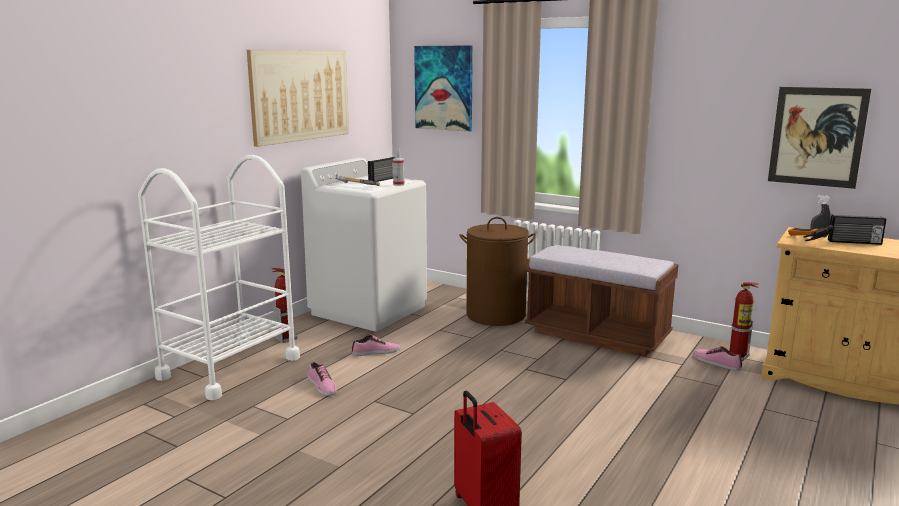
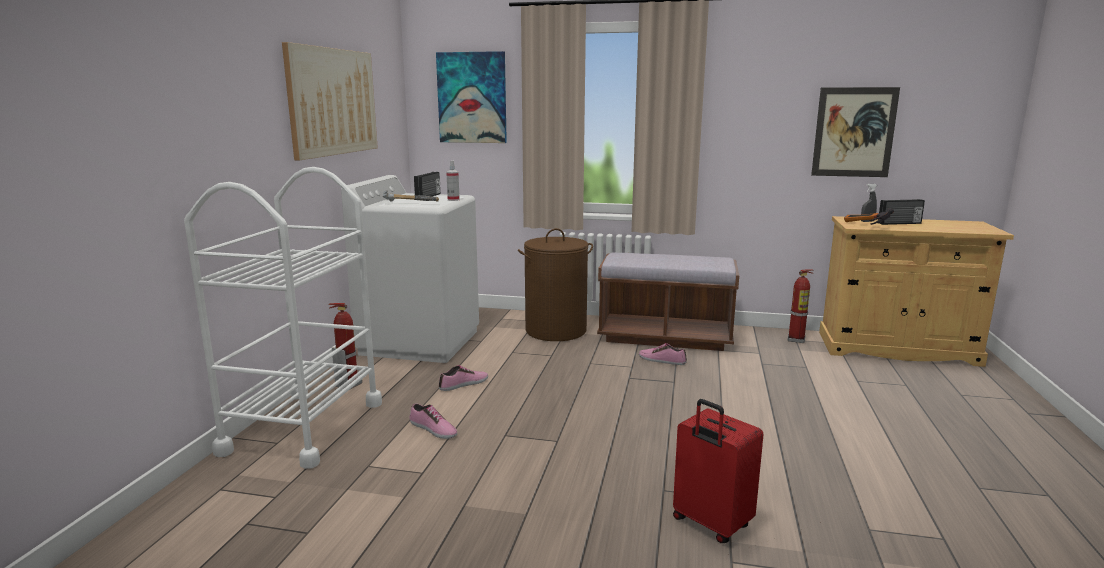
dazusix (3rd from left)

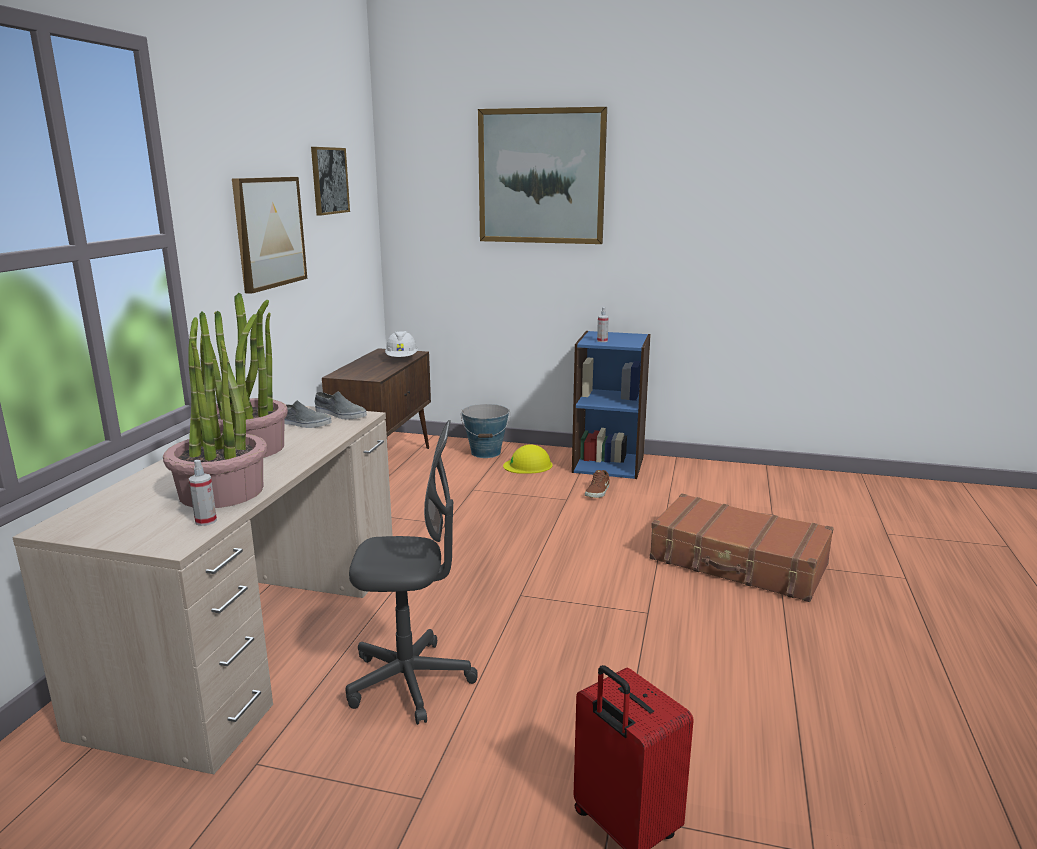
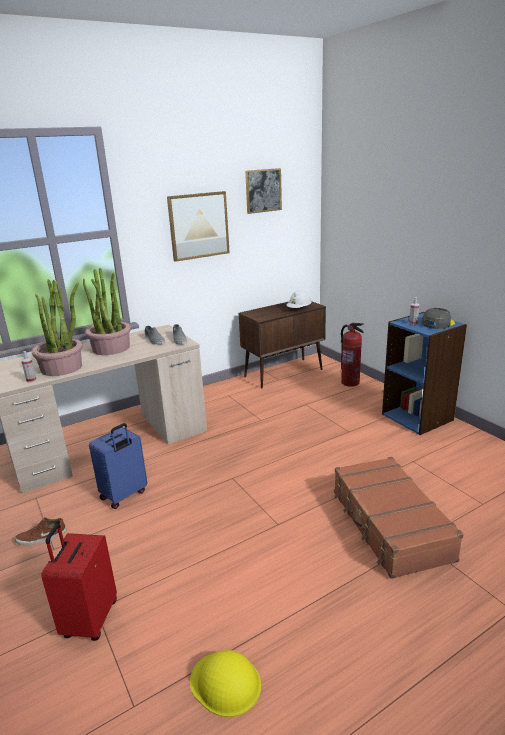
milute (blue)
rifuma
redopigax (3rd from left in the first image)
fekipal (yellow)
dazusix (brown)
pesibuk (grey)

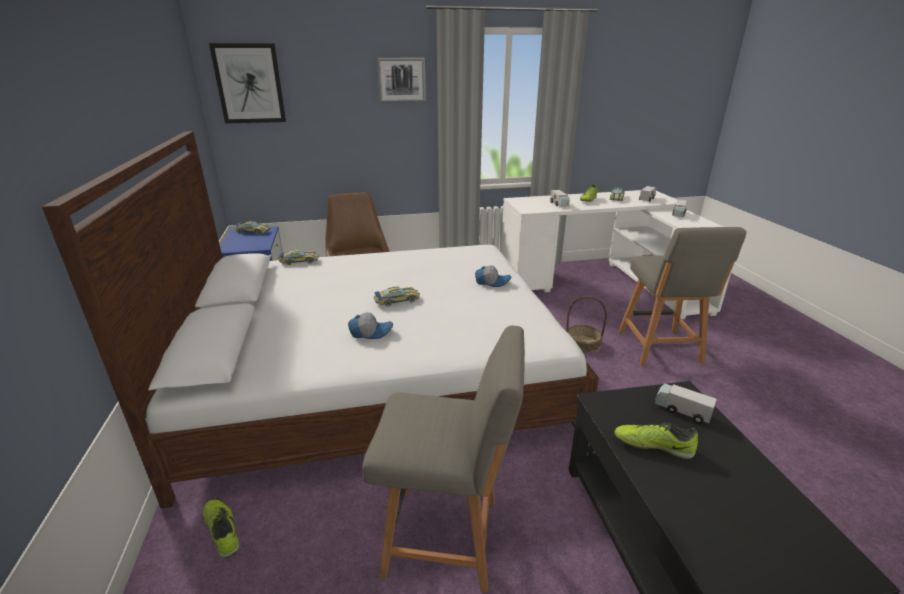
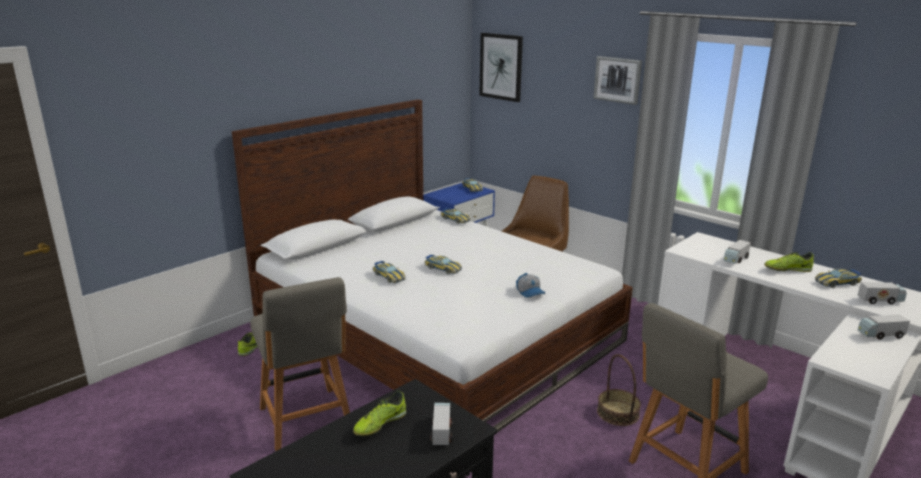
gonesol (1st from left)
dazusix (2nd from left)

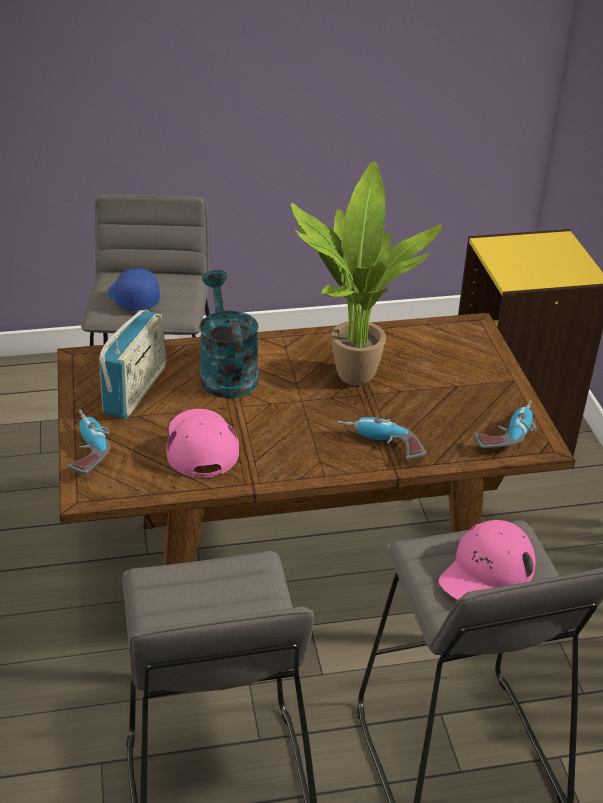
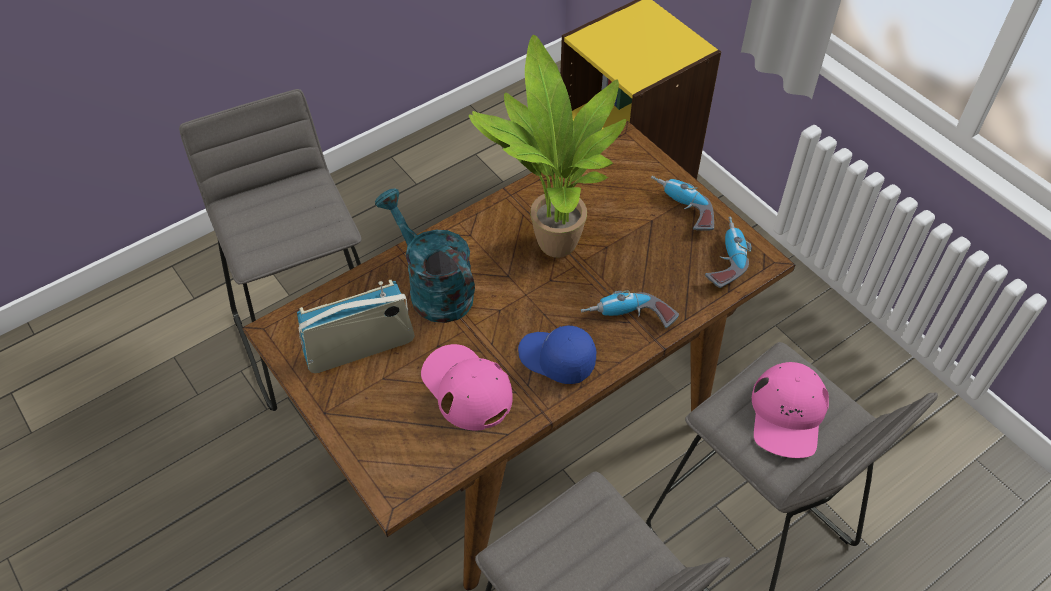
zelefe (2nd from left)
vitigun
pesibuk (blue)

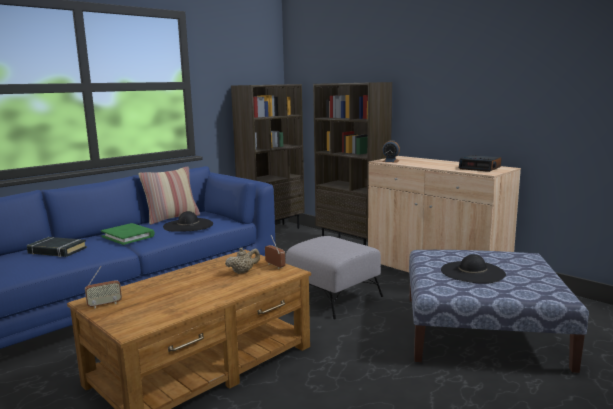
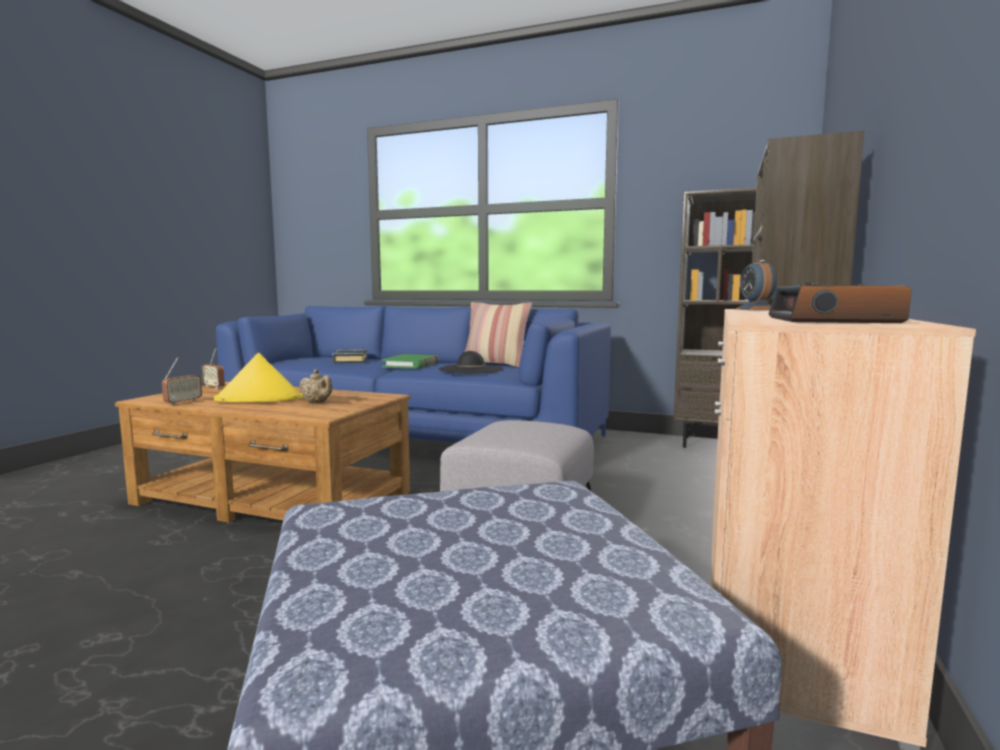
vitigun (1st from left)
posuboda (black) (2nd from left in the first image)
posuboda (yellow)

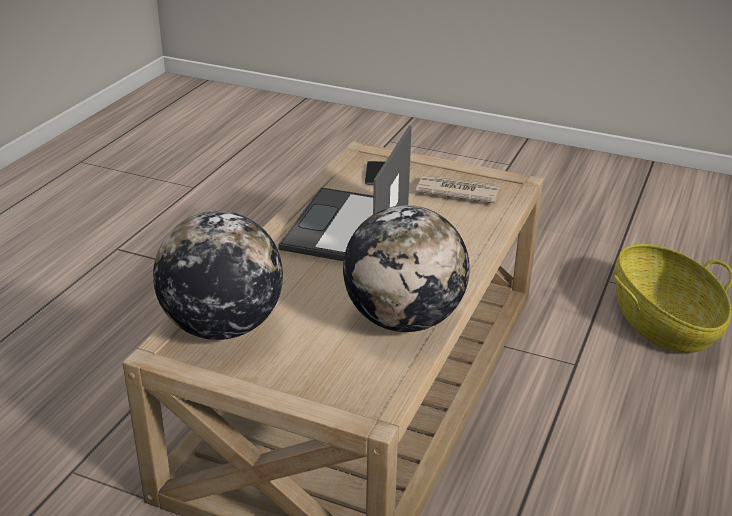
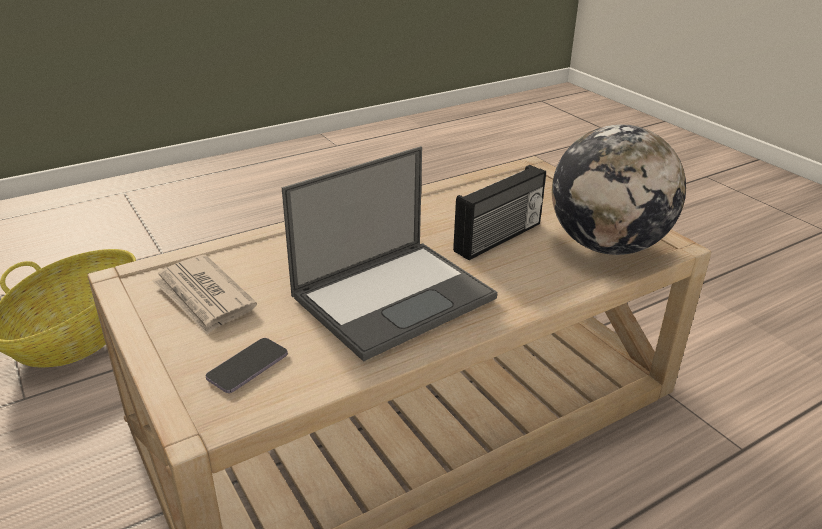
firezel (2nd from left in the first image)
vitigun

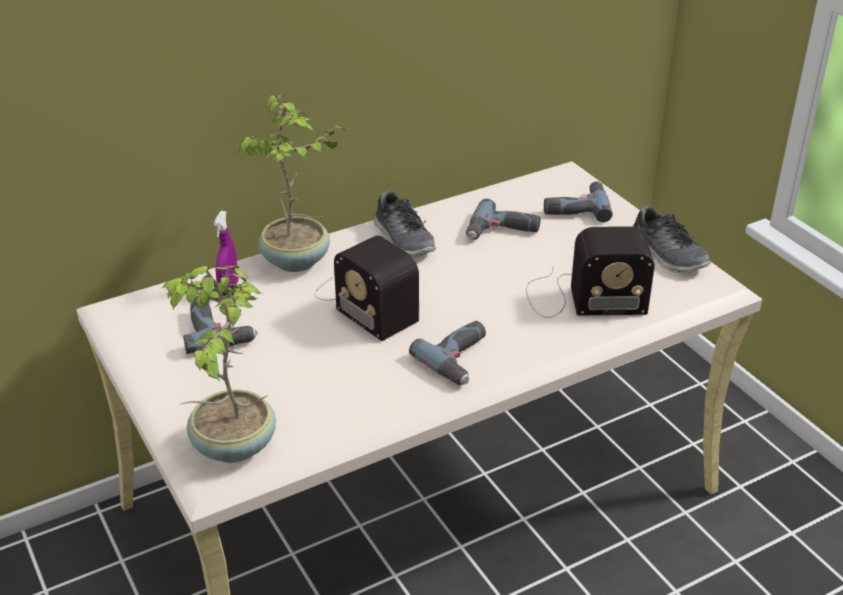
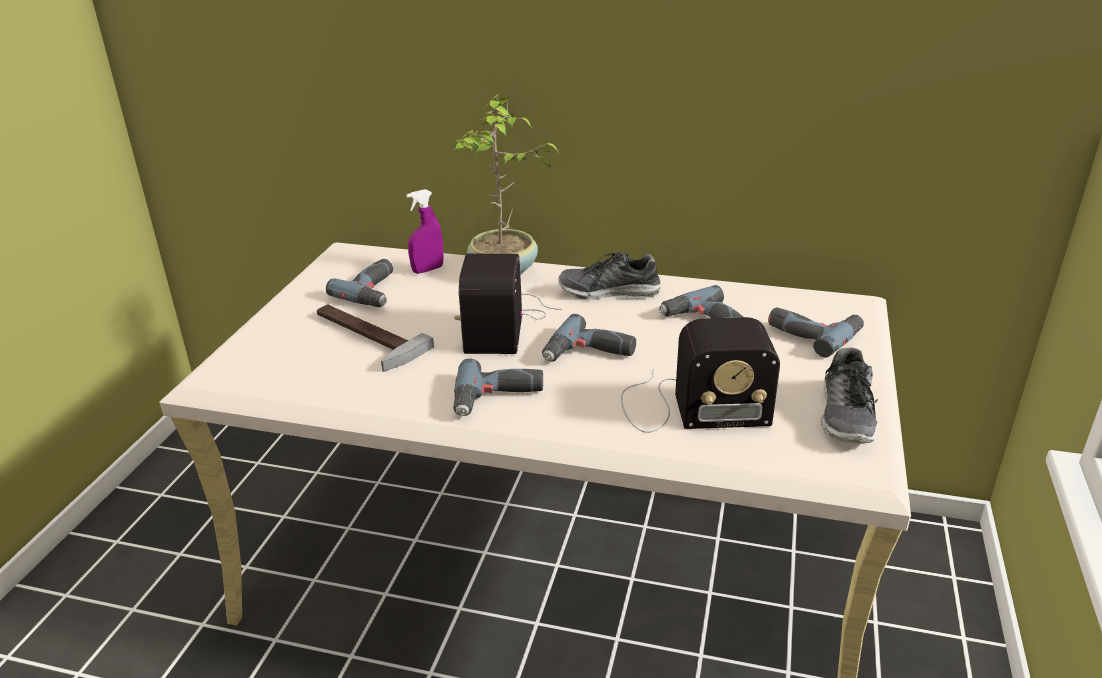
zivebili (1st from left in the first image)
dazusix (1st from left)
vitigun (2nd from left)
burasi
zelefe (3rd from left)

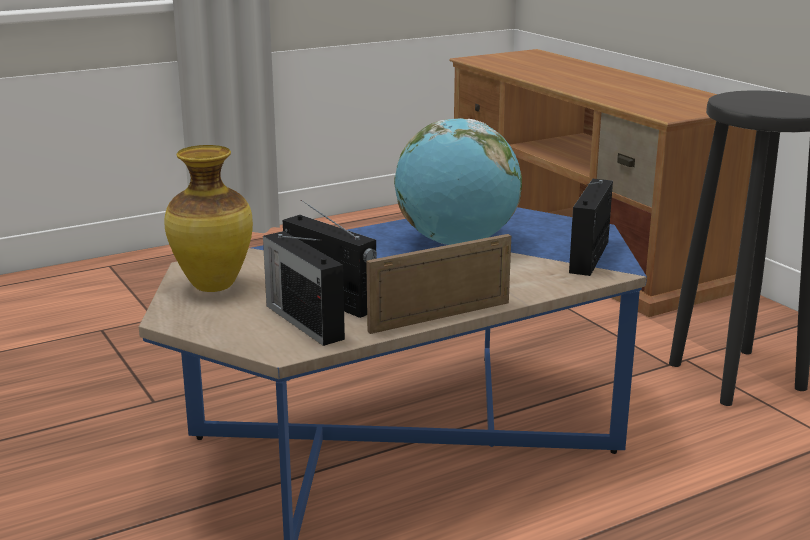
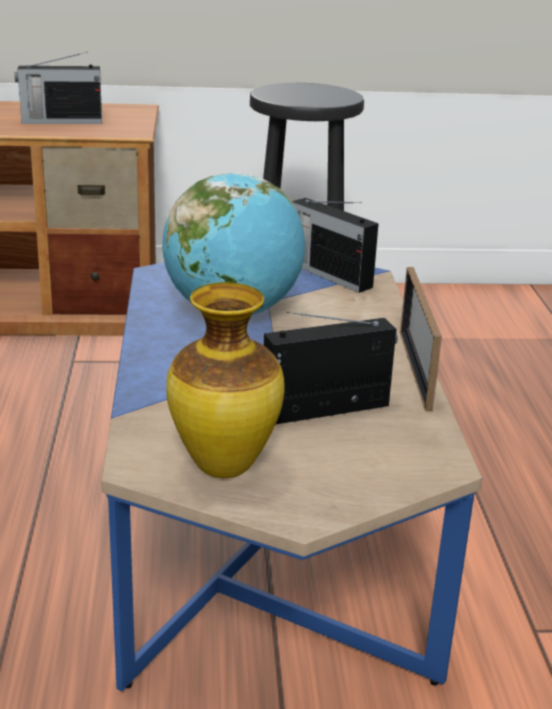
vitigun (1st from left)

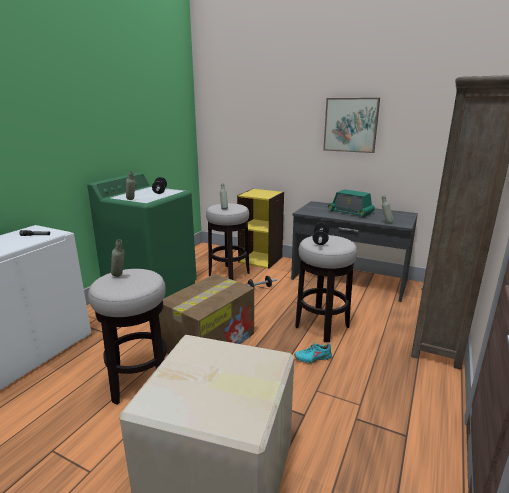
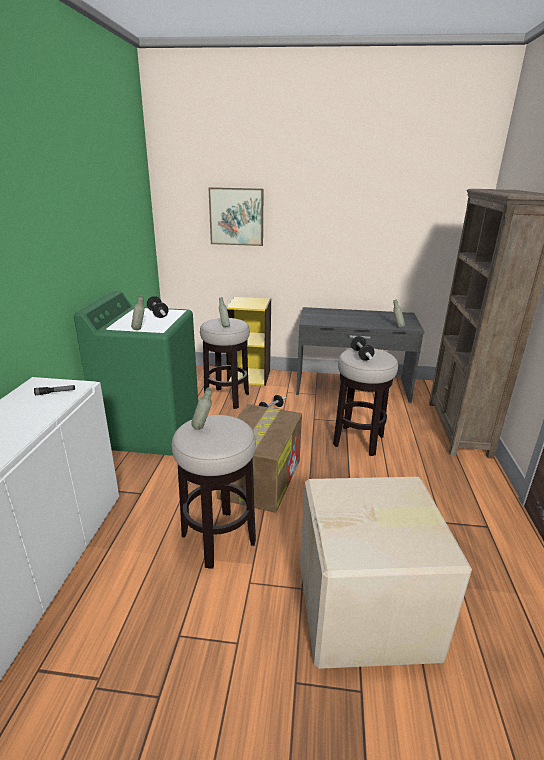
dazusix (turquoise)
redopigax
vitigun

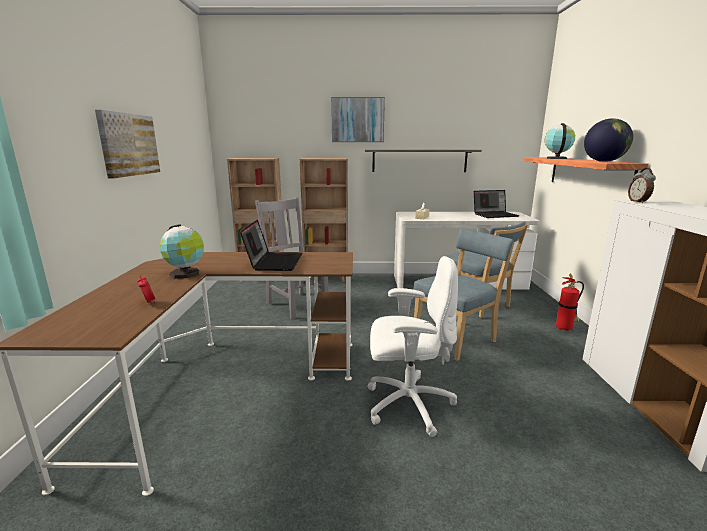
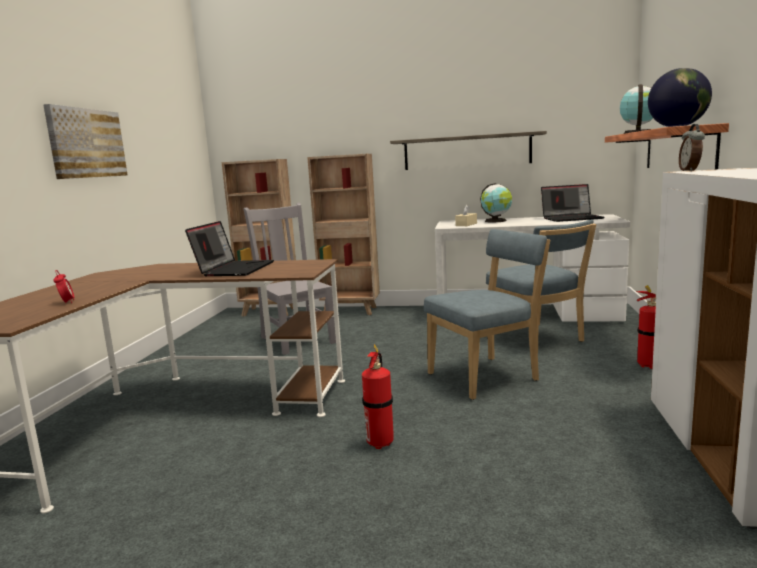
firezel (1st from left)
redopigax (2nd from left in the first image)
rifuma (1st from left)

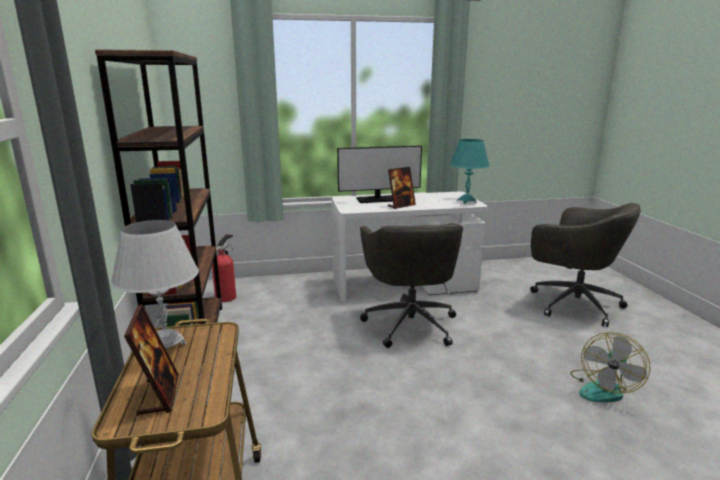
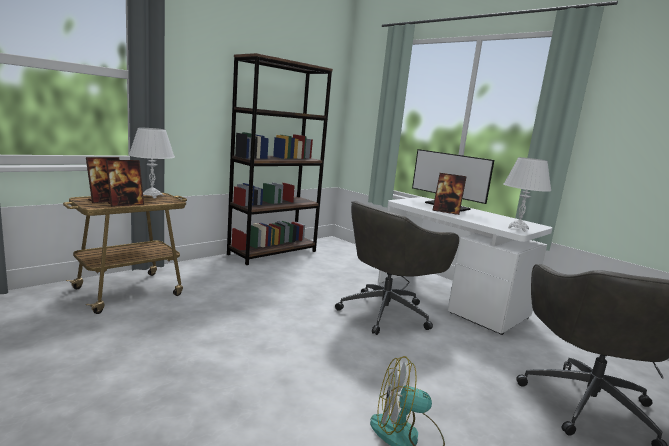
rifuma
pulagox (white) (2nd from left)
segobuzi (2nd from left)

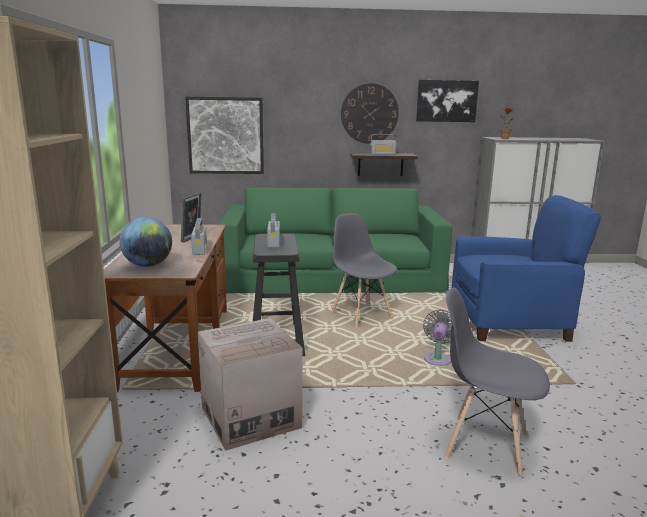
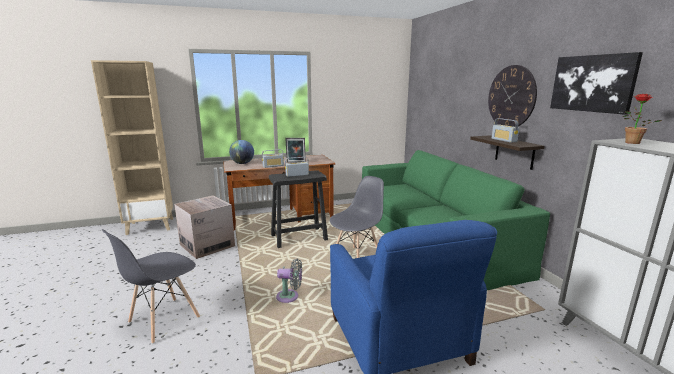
redopigax (1st from left in the first image)
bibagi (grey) (1st from left)

